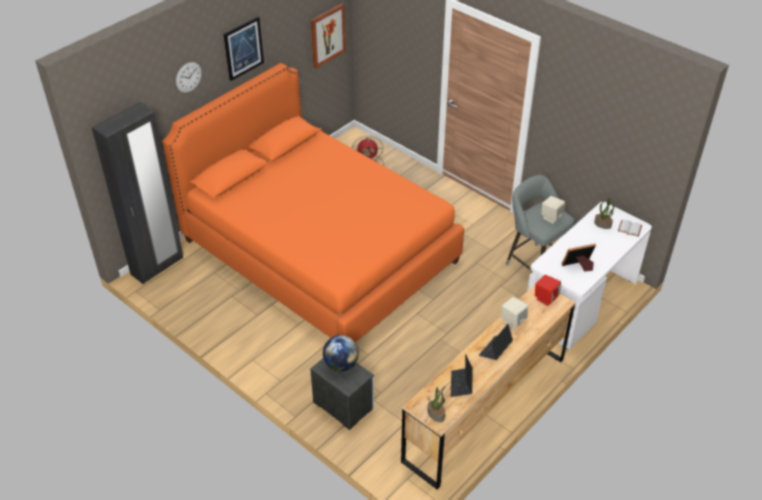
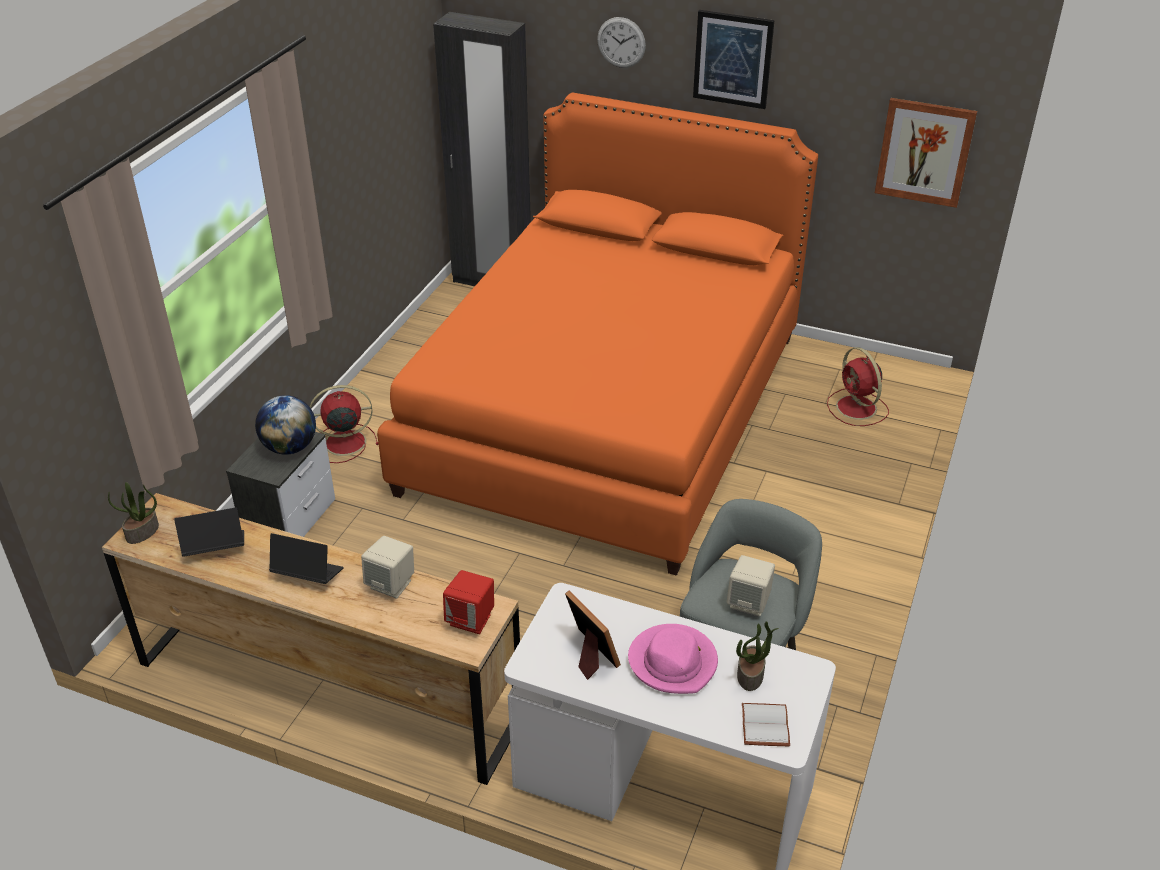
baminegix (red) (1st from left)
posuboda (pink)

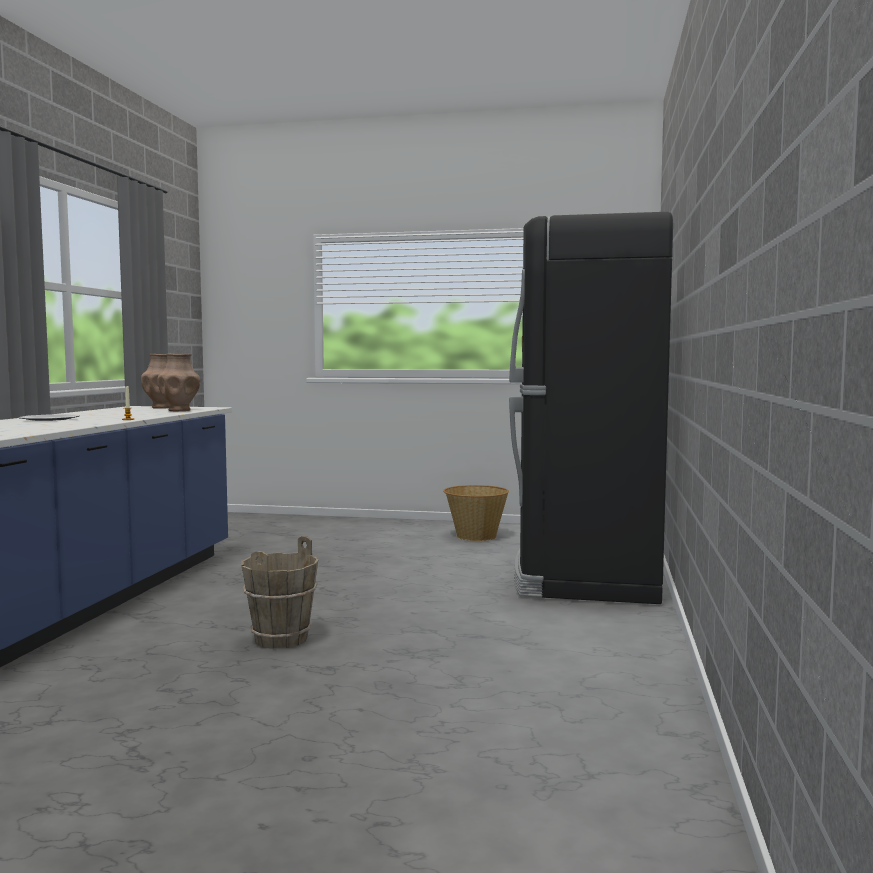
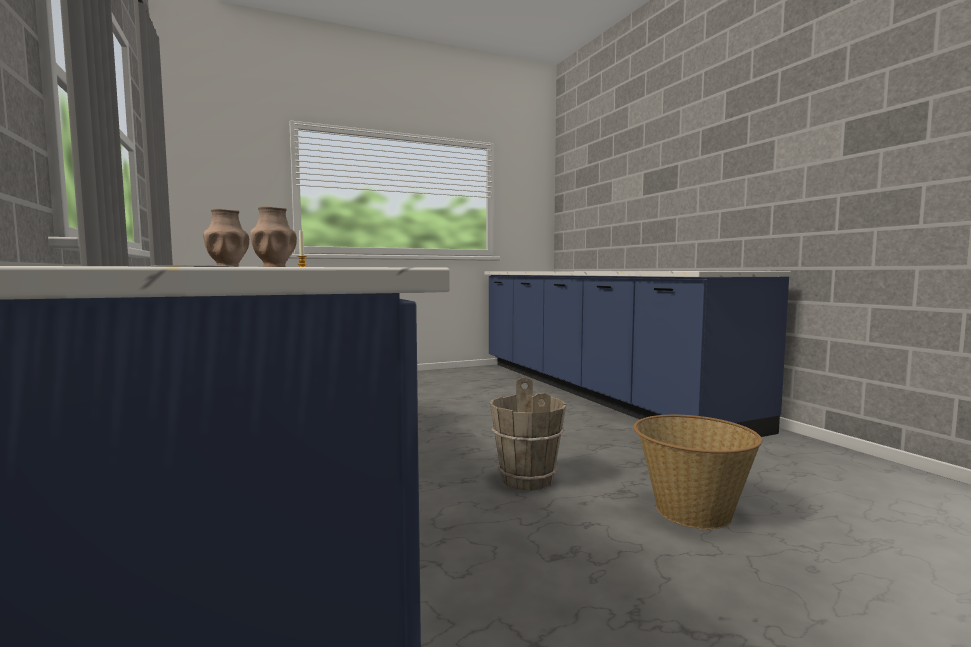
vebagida
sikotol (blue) (2nd from left)

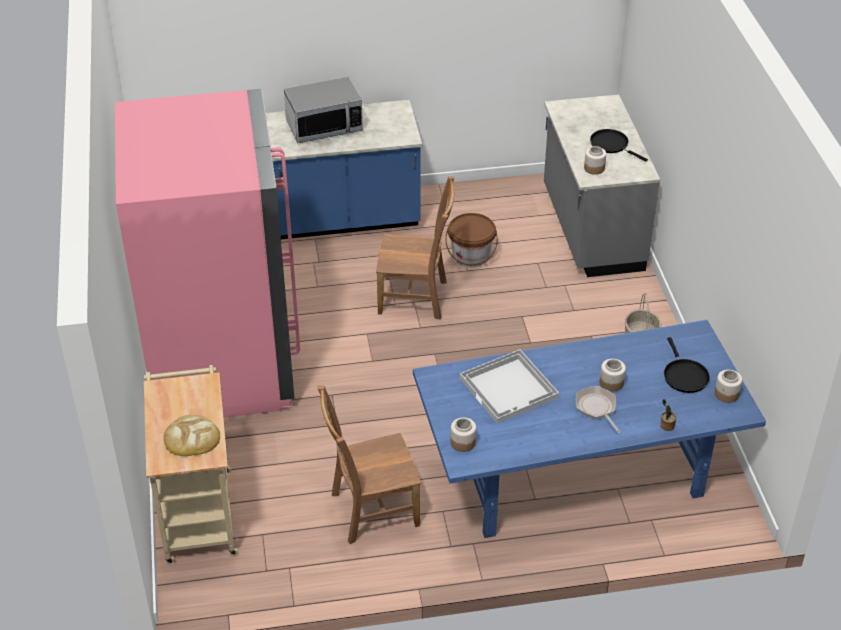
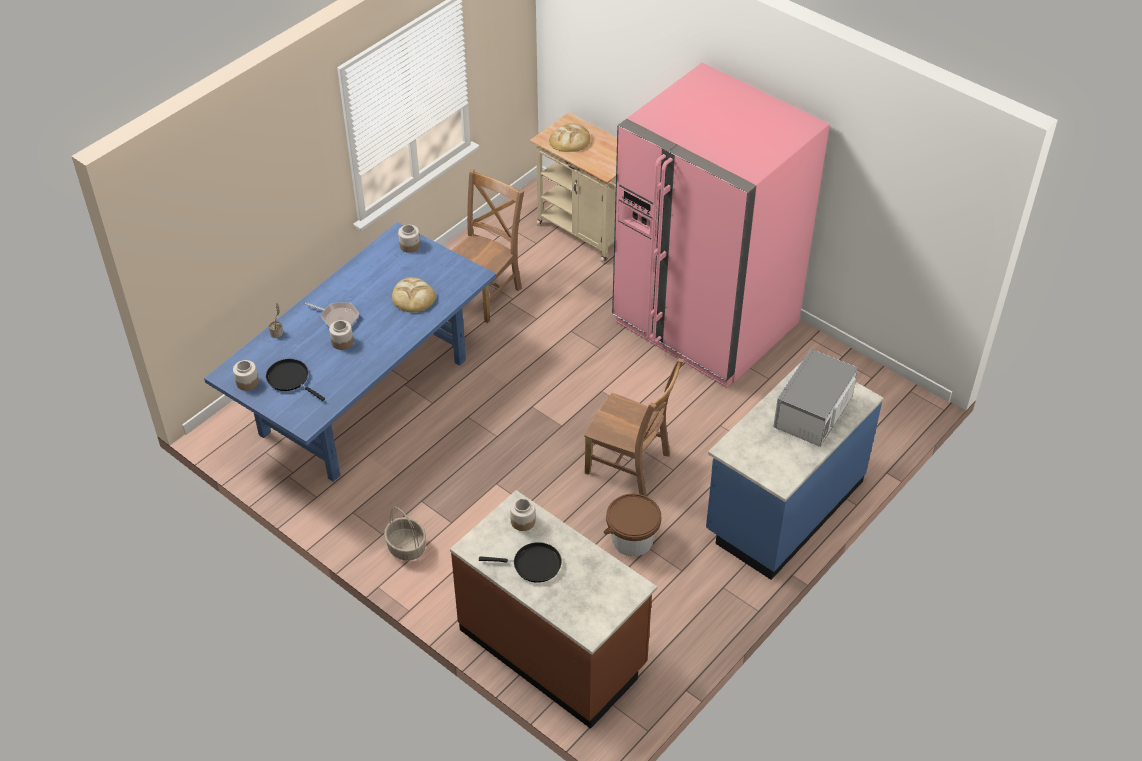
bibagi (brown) (2nd from left)
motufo (1st from left)
sikotol (brown)

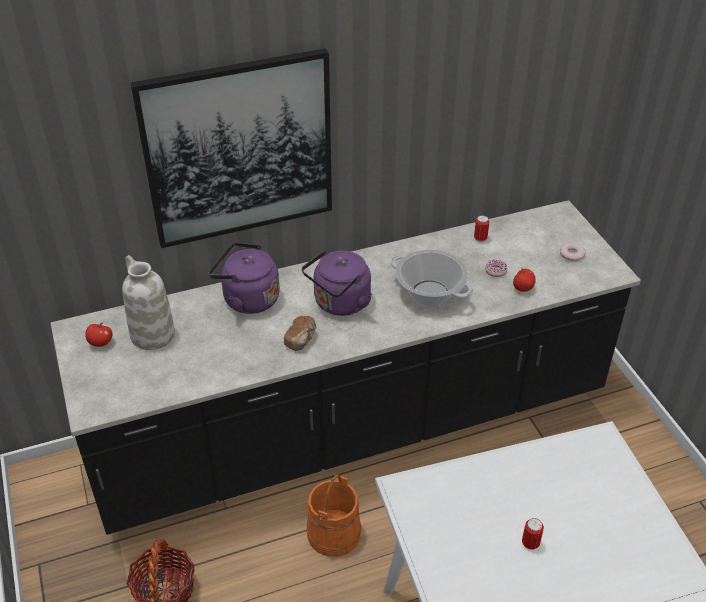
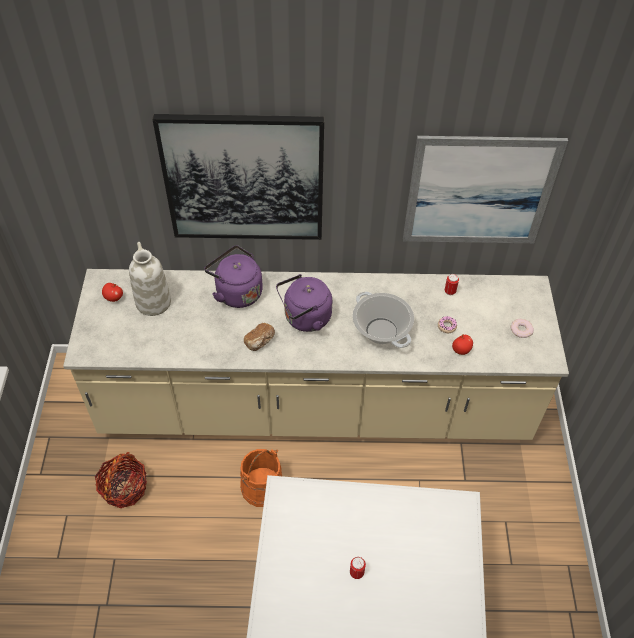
sikotol (beige)
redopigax (2nd from left)

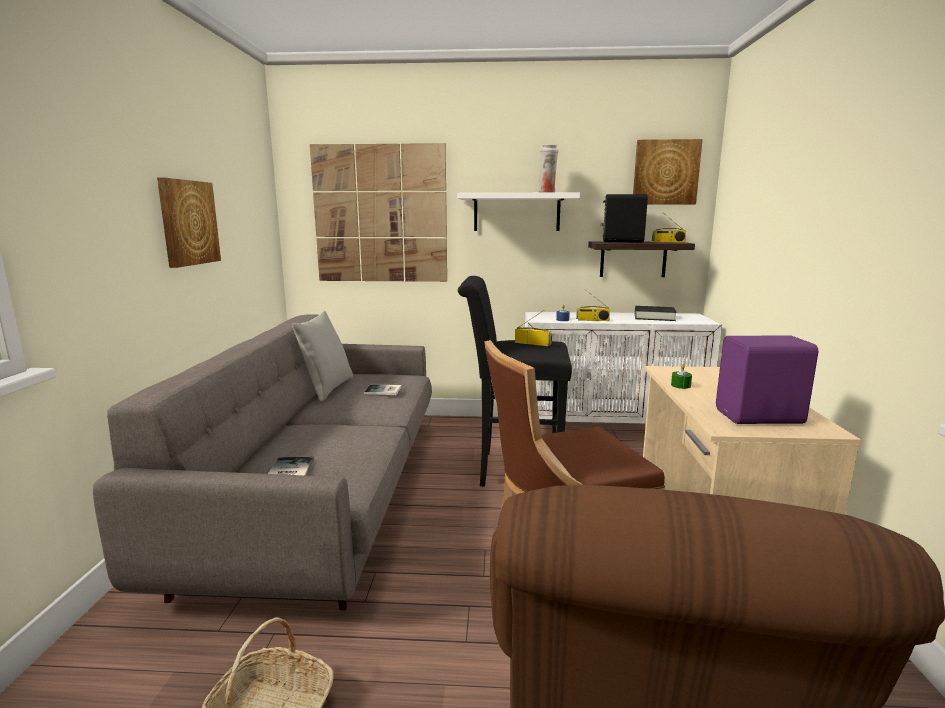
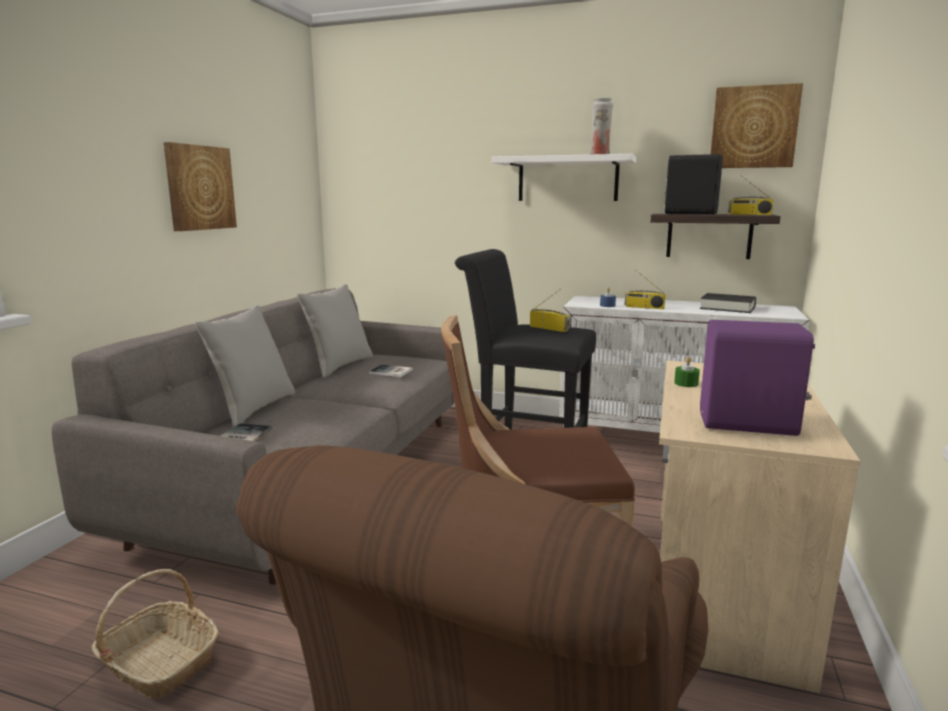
redopigax (2nd from left in the first image)
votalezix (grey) (1st from left)

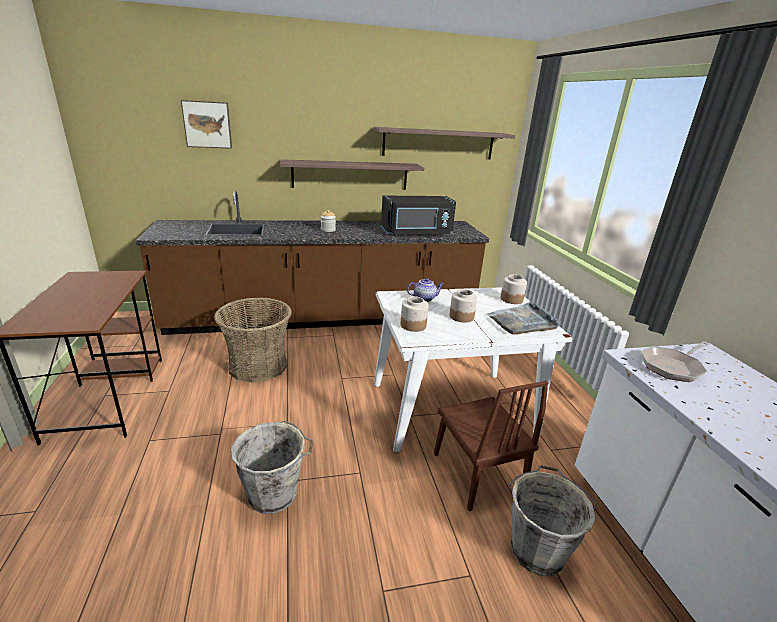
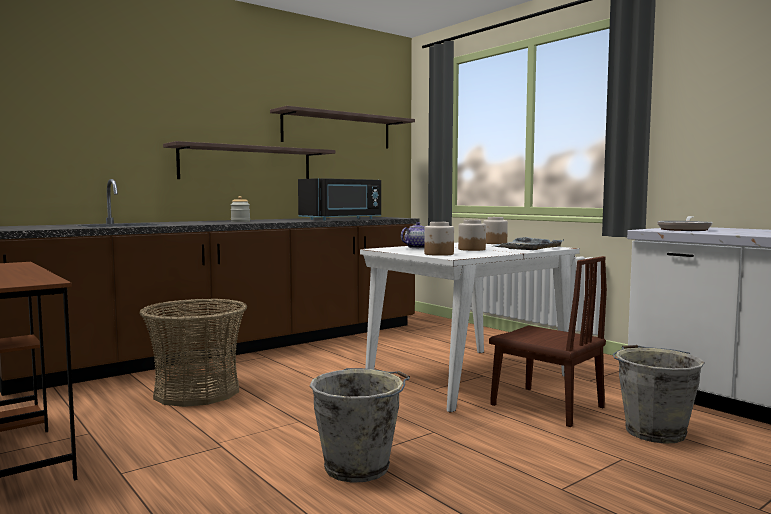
redopigax

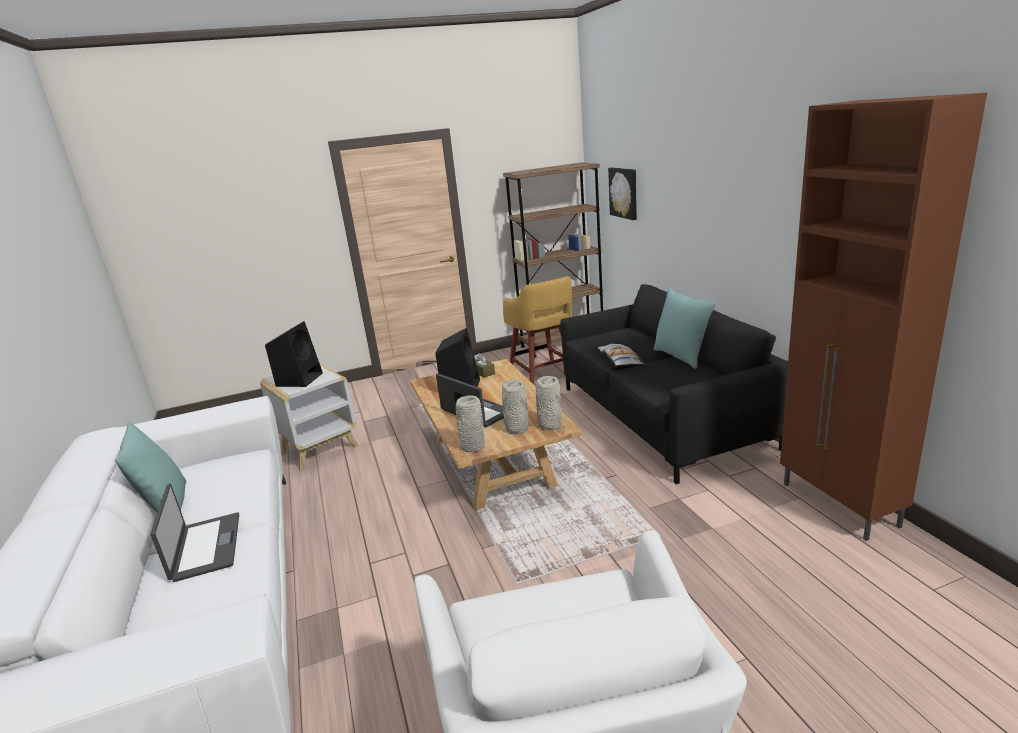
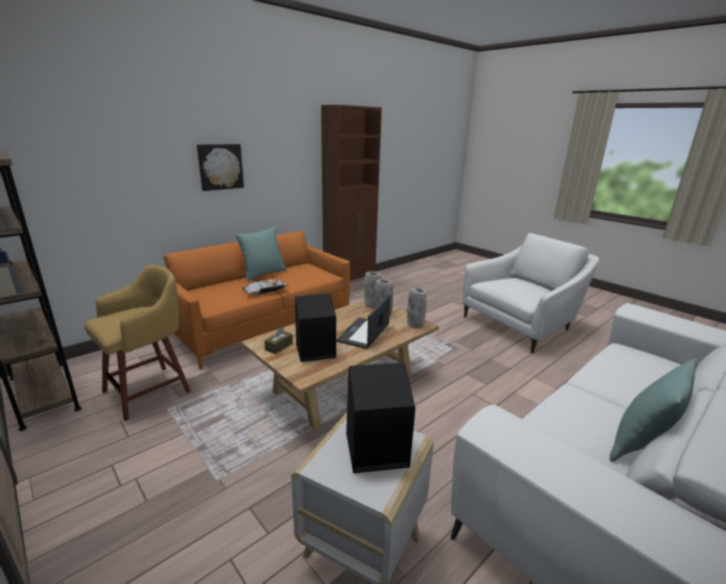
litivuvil (1st from left in the first image)
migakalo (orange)
redopigax

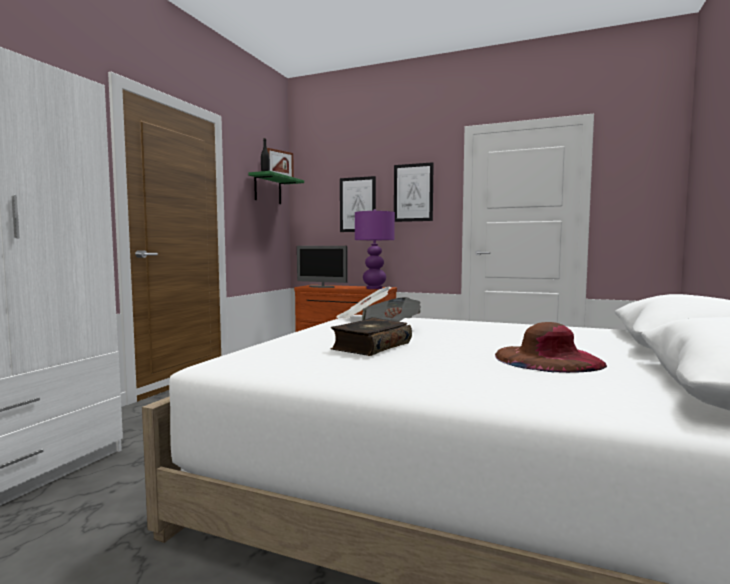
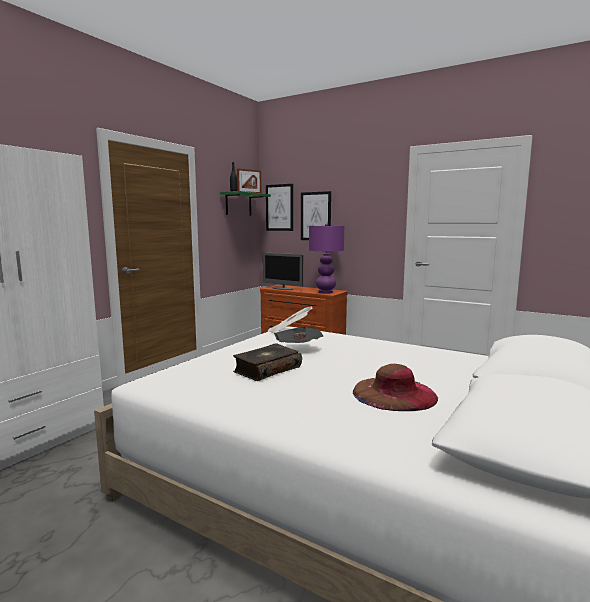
redopigax (1st from left)

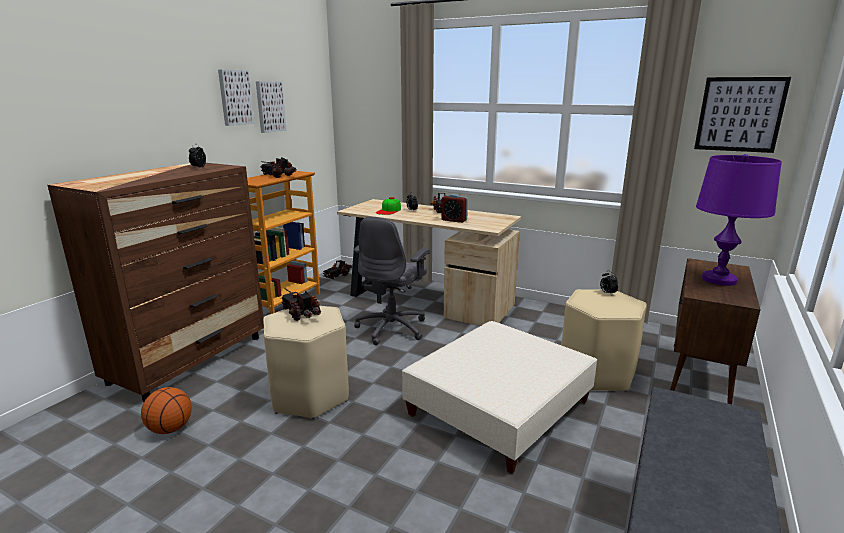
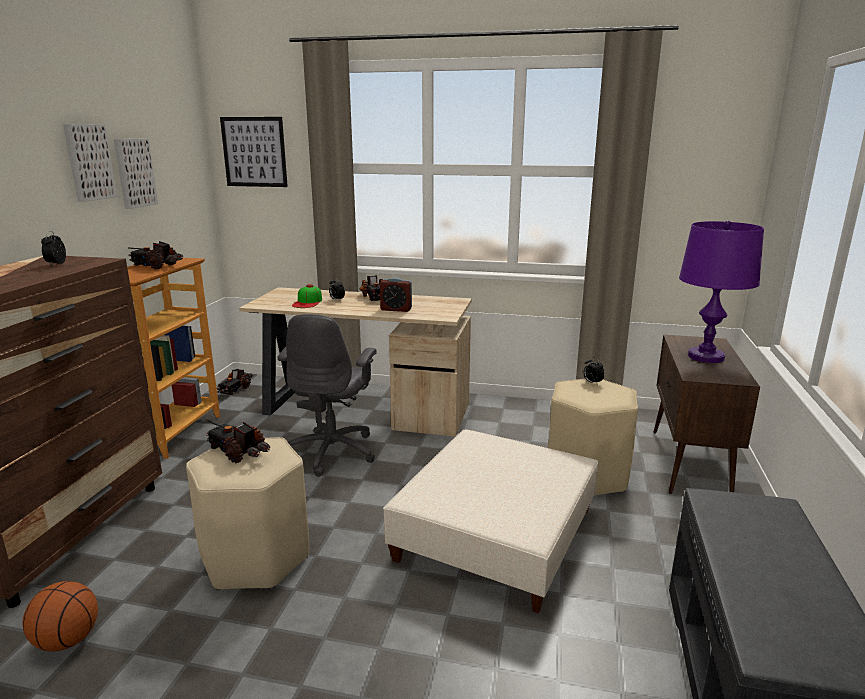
redopigax (3rd from left)

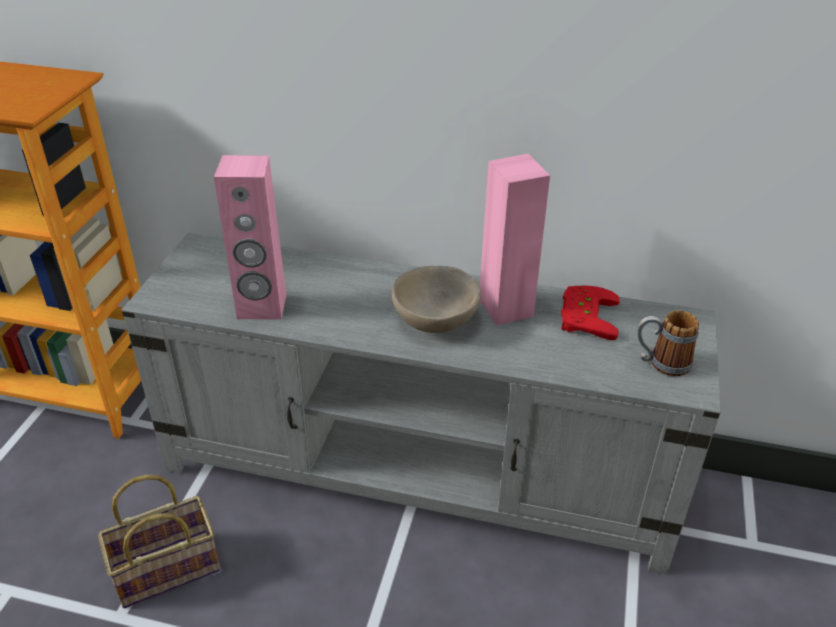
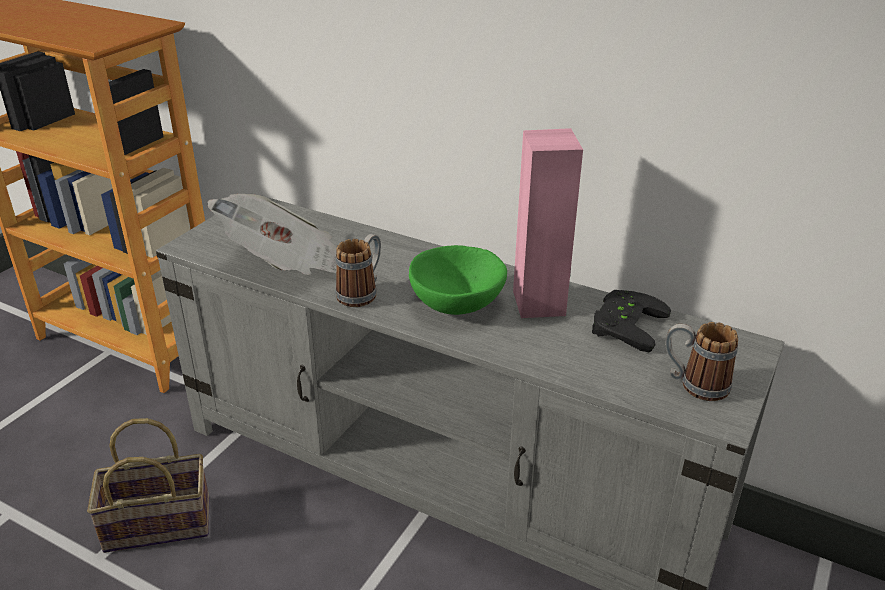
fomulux
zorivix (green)
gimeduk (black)
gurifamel (1st from left)

